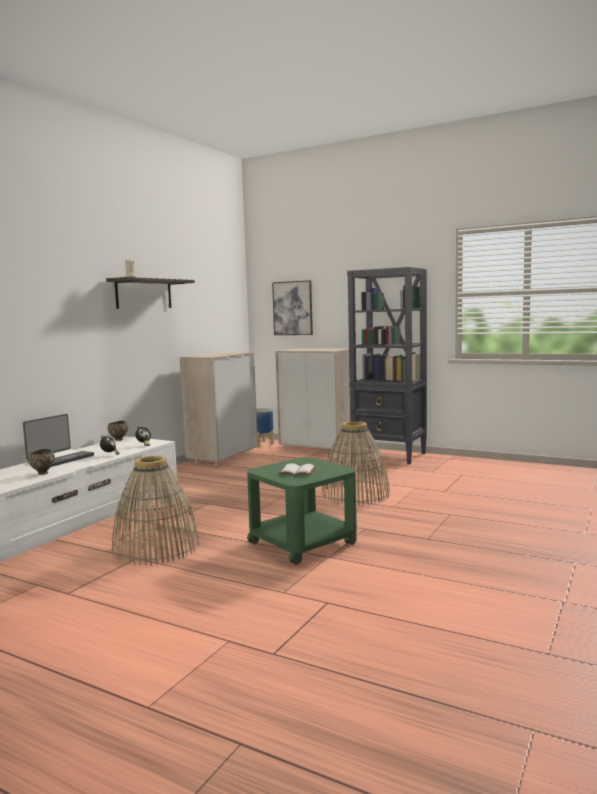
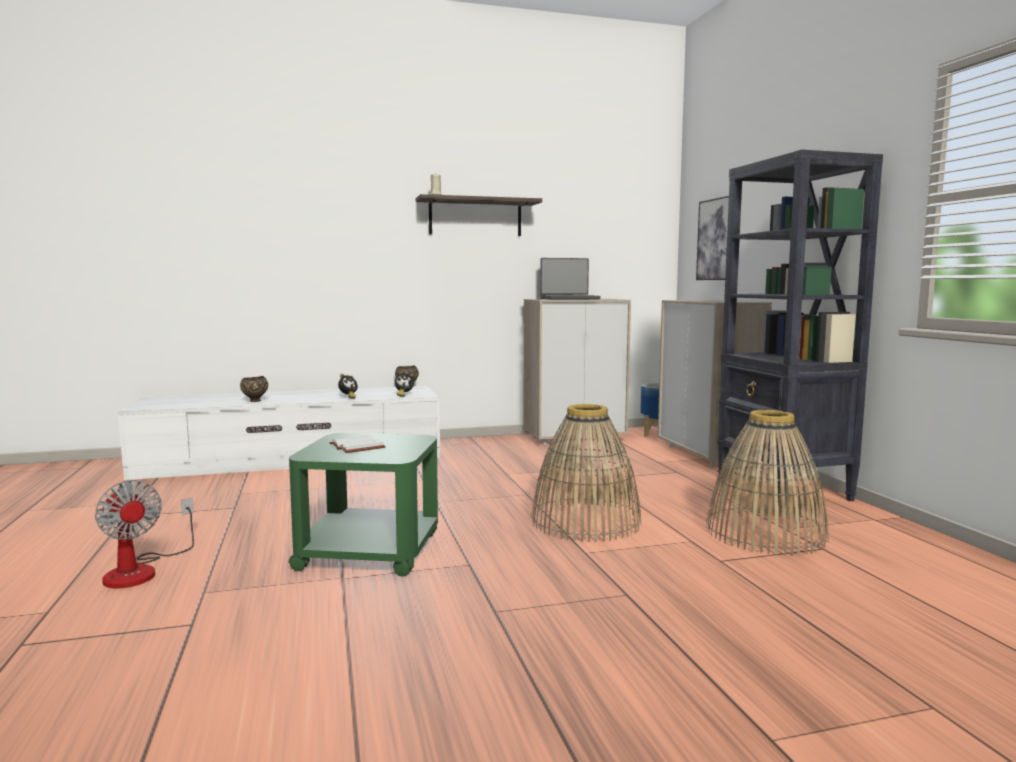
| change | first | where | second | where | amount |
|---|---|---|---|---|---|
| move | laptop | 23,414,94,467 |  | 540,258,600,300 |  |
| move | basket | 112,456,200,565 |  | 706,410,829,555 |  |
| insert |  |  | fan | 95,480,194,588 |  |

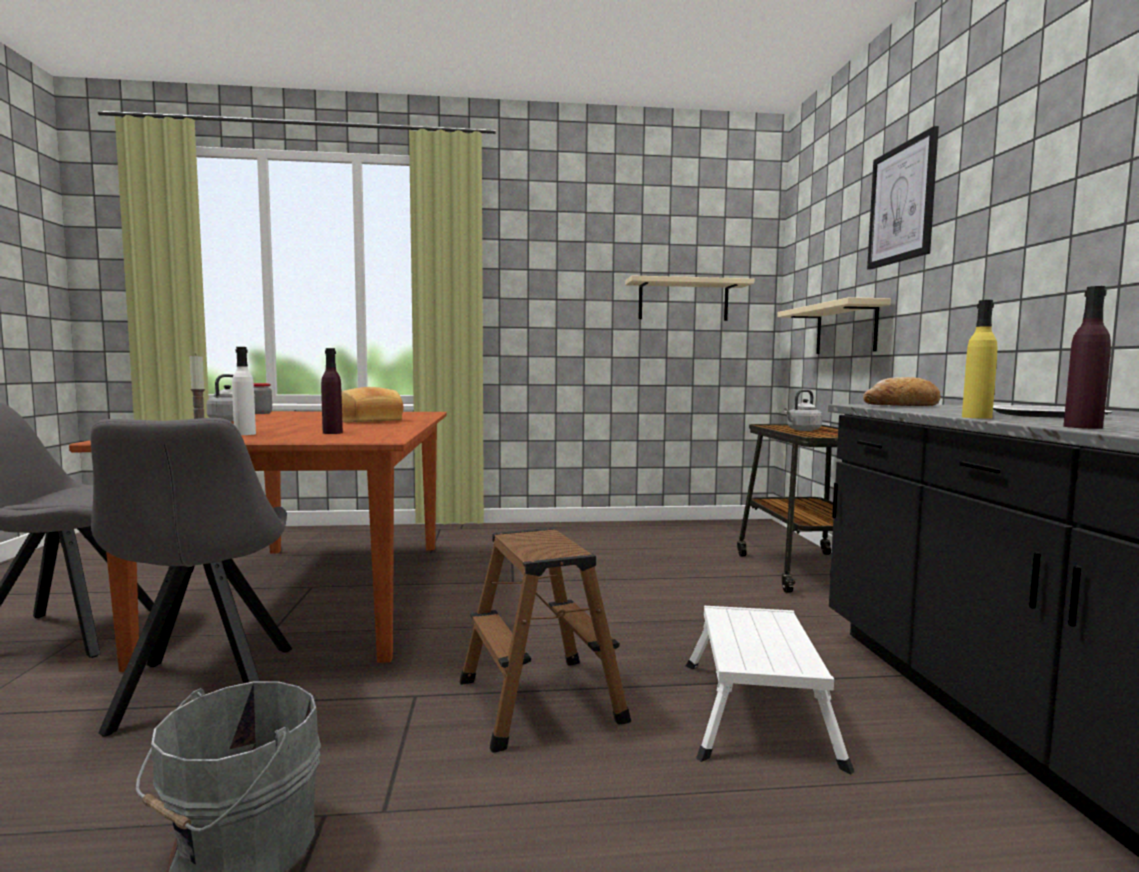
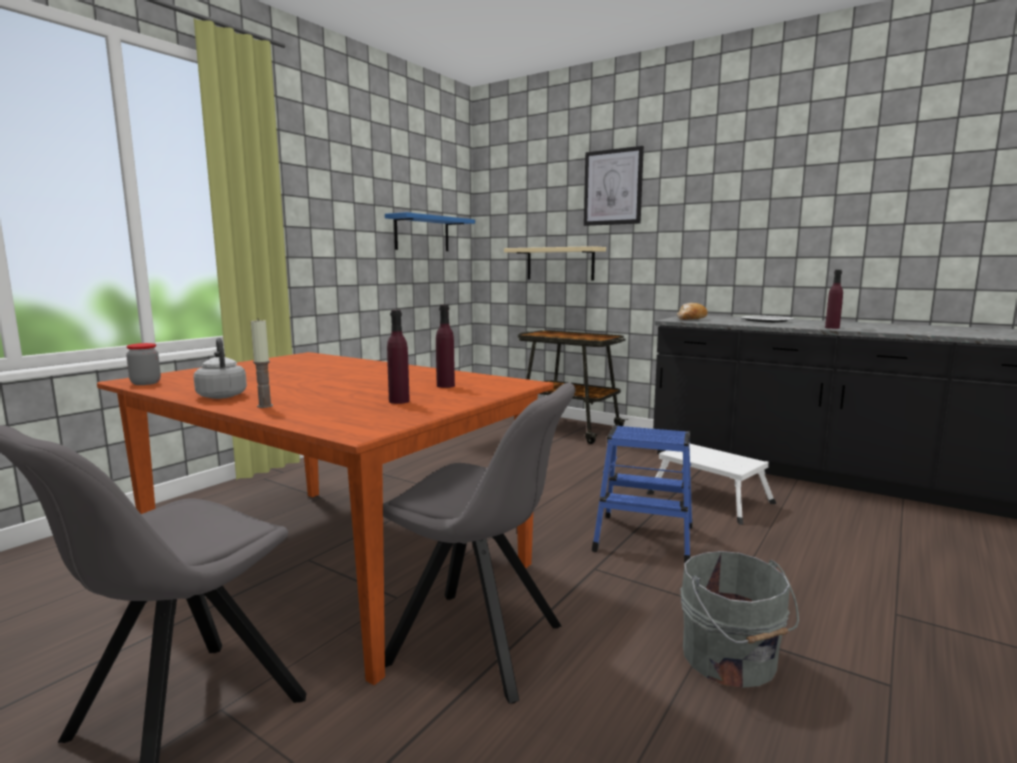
| change | first | where | second | where | amount |
|---|---|---|---|---|---|
| recolor | bottle (white) | 232,347,256,435 | bottle (purple) | 387,310,410,404 |  |
| delete | bread | 342,387,404,423 |  |  |  |
| recolor | step ladder (brown) | 459,528,631,753 | step ladder (blue) | 592,425,693,563 |  |
| recolor | shelf (beige) | 625,276,754,321 | shelf (blue) | 385,212,475,251 |  |
| delete | kettle (grey) | 784,390,822,431 |  |  |  |
| delete | bottle (yellow) | 962,300,998,419 |  |  |  |

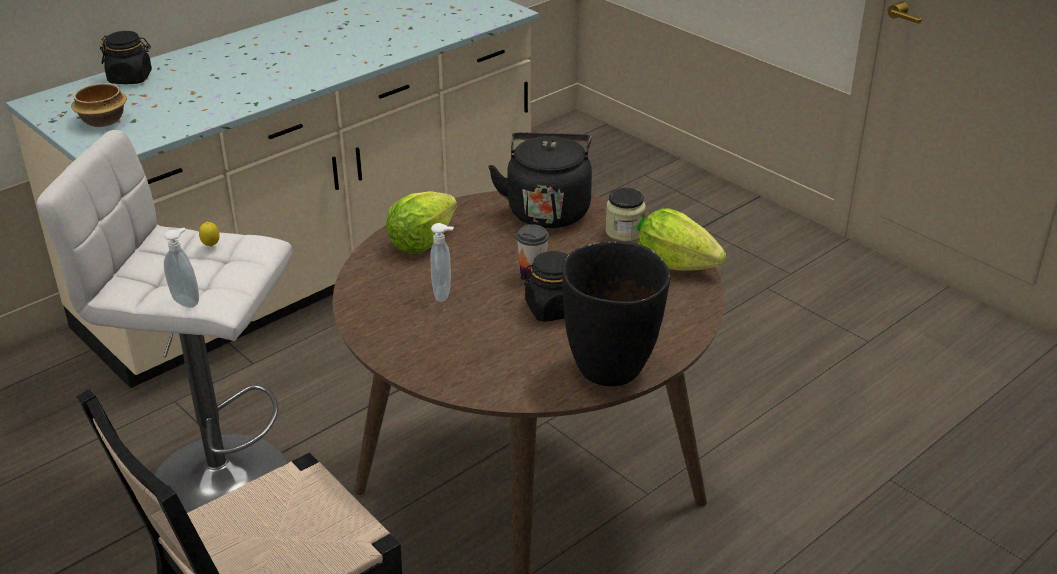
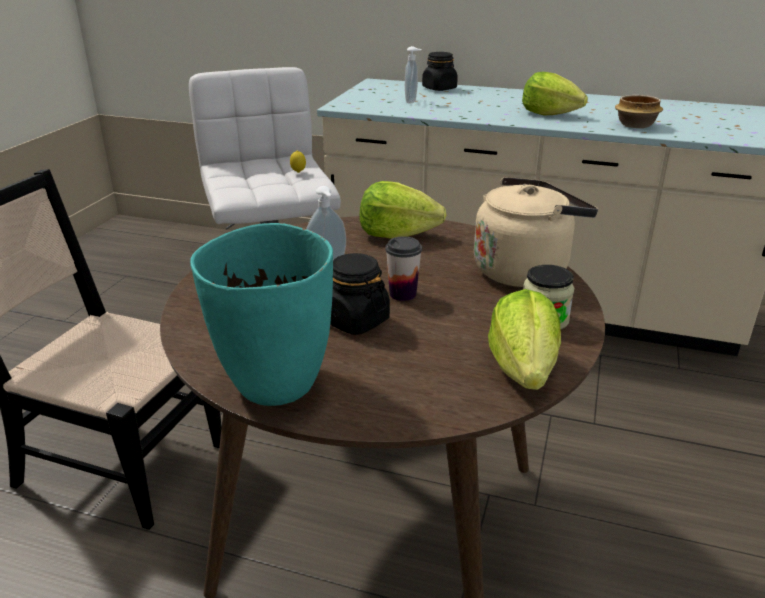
| change | first | where | second | where | amount |
|---|---|---|---|---|---|
| move | bowl | 71,83,127,127 |  | 615,95,663,128 |  |
| move | soap dispenser | 164,227,199,308 |  | 405,46,421,103 |  |
| recolor | kettle (black) | 488,133,592,228 | kettle (beige) | 474,177,598,287 |  |
| recolor | vase (black) | 562,242,671,386 | vase (turquoise) | 190,223,333,406 |  |
| insert |  |  | lettuce | 522,72,588,116 |  |

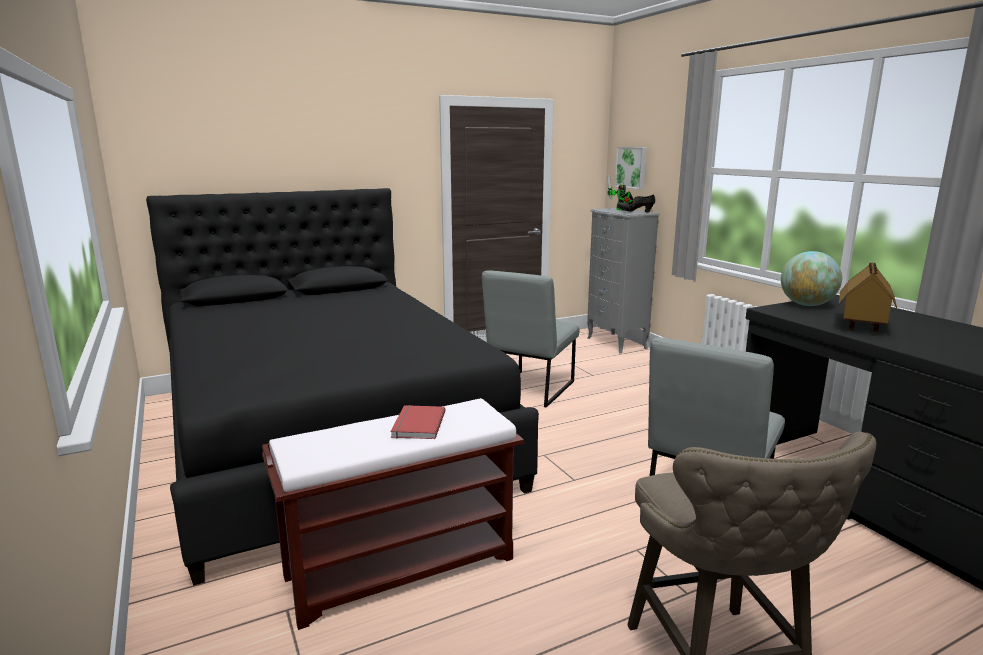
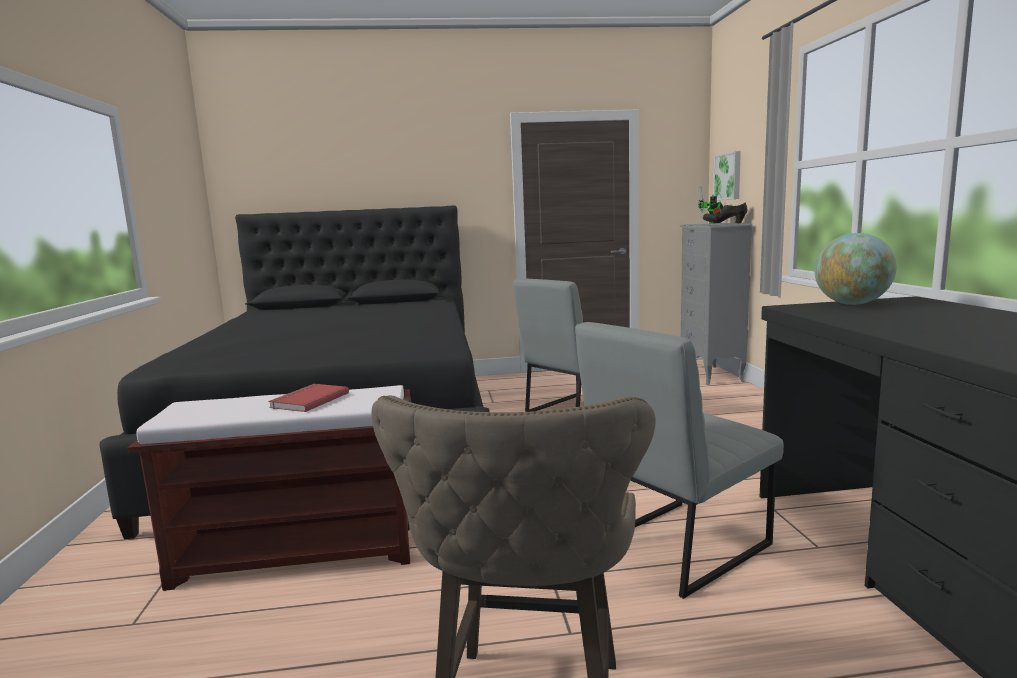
| change | first | where | second | where | amount |
|---|---|---|---|---|---|
| delete | toy house | 839,262,898,333 |  |  |  |

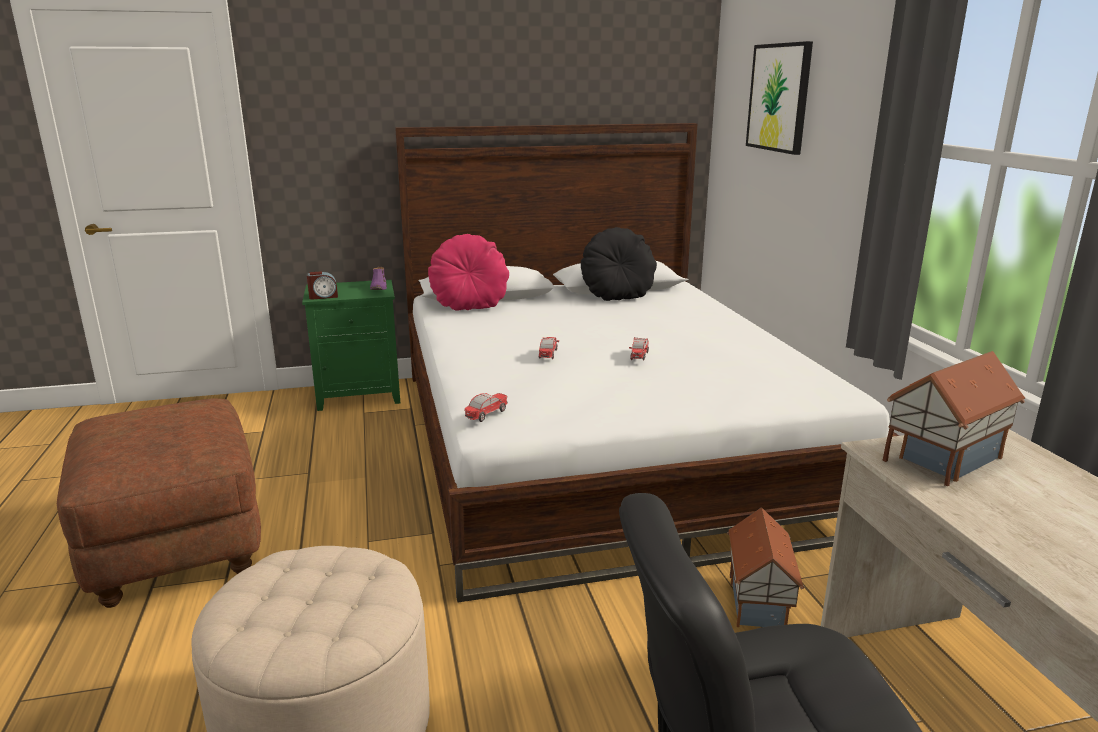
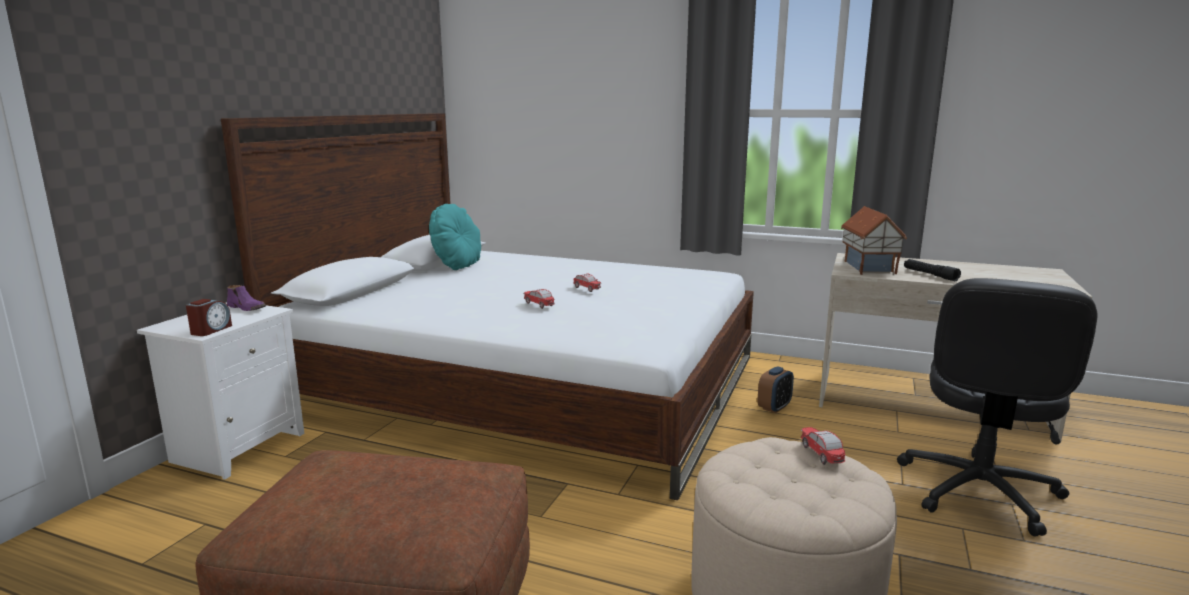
| change | first | where | second | where | amount |
|---|---|---|---|---|---|
| recolor | nightstand (green) | 302,280,400,411 | nightstand (white) | 137,302,305,479 |  |
| delete | pillow (pink) | 428,234,509,311 |  |  |  |
| move | toy car | 464,393,508,422 |  | 801,427,846,465 |  |
| recolor | pillow (black) | 581,227,657,301 | pillow (turquoise) | 429,204,481,270 |  |
| replace | toy house | 727,507,805,627 | alarm clock | 757,366,794,413 |  |
| delete | picture | 746,41,813,155 |  |  |  |
| insert |  |  | flashlight (black) | 904,259,961,281 |  |

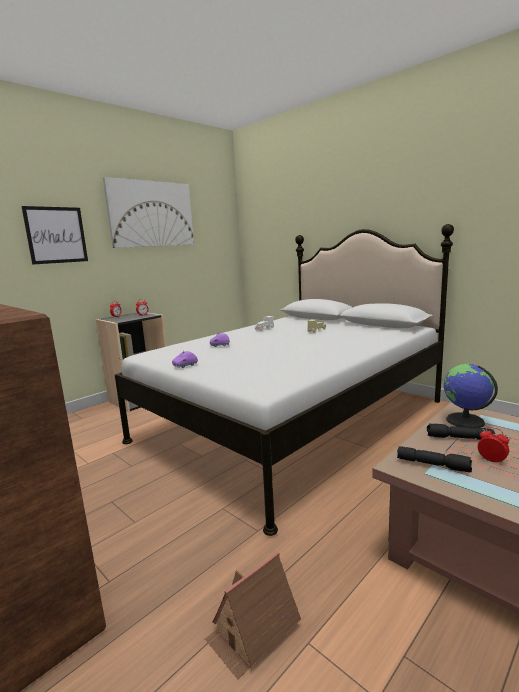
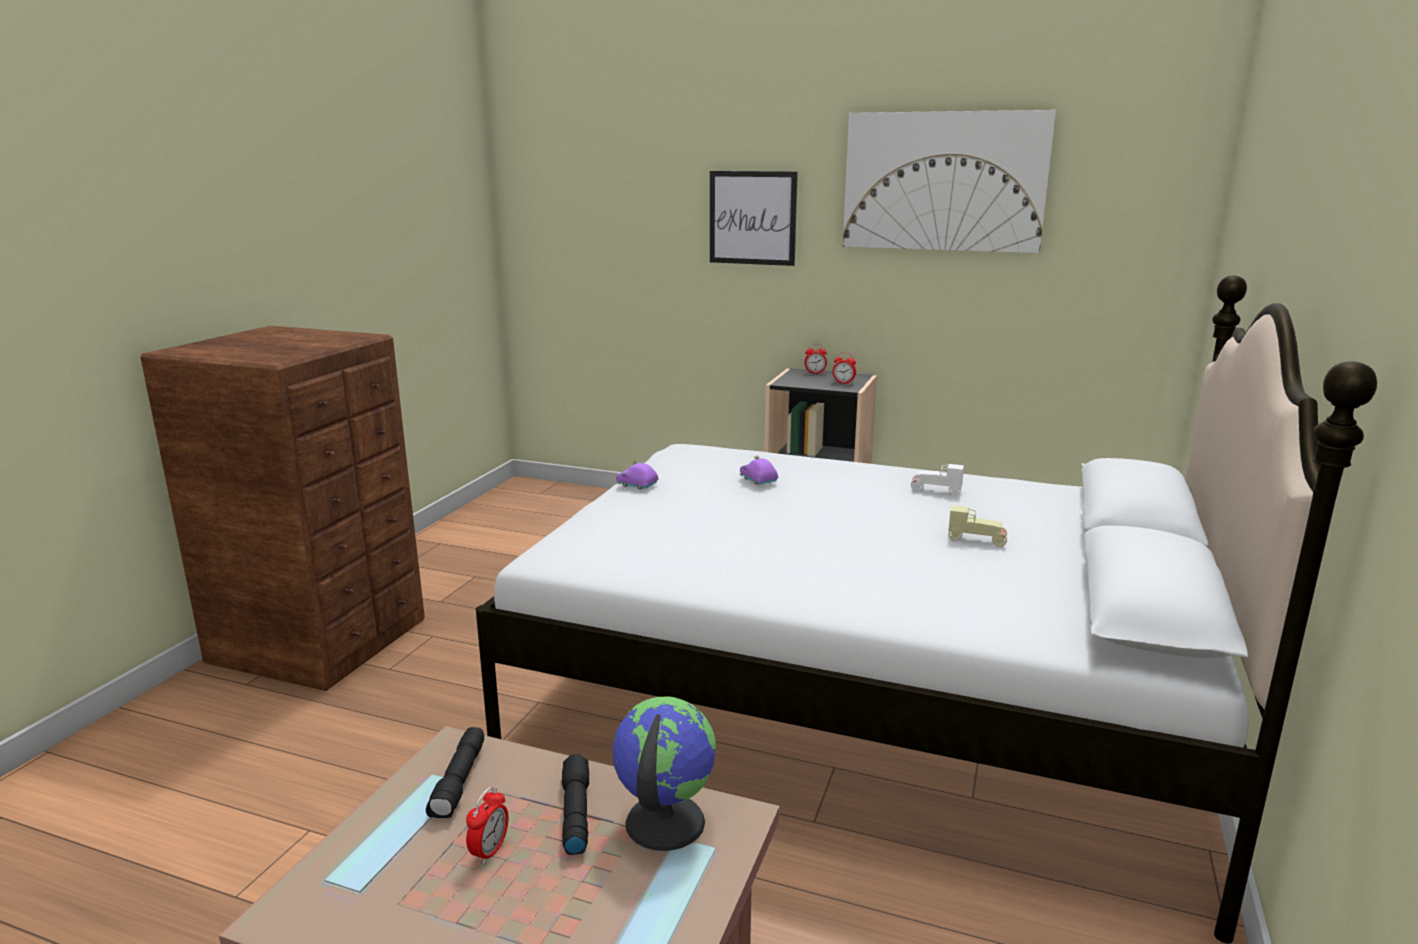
| change | first | where | second | where | amount |
|---|---|---|---|---|---|
| delete | toy house | 205,552,301,679 |  |  |  |

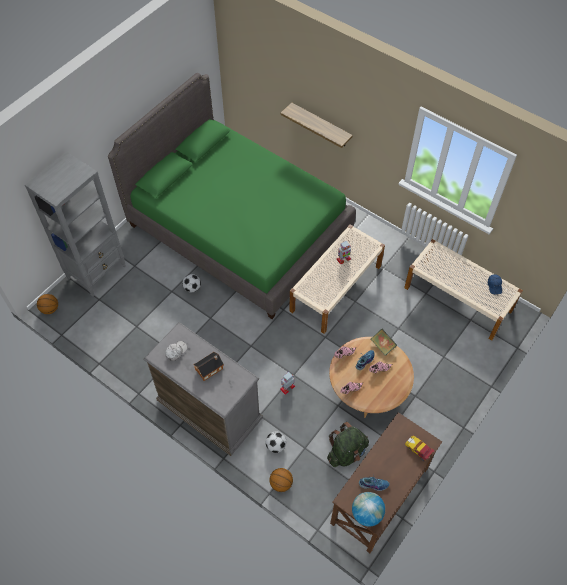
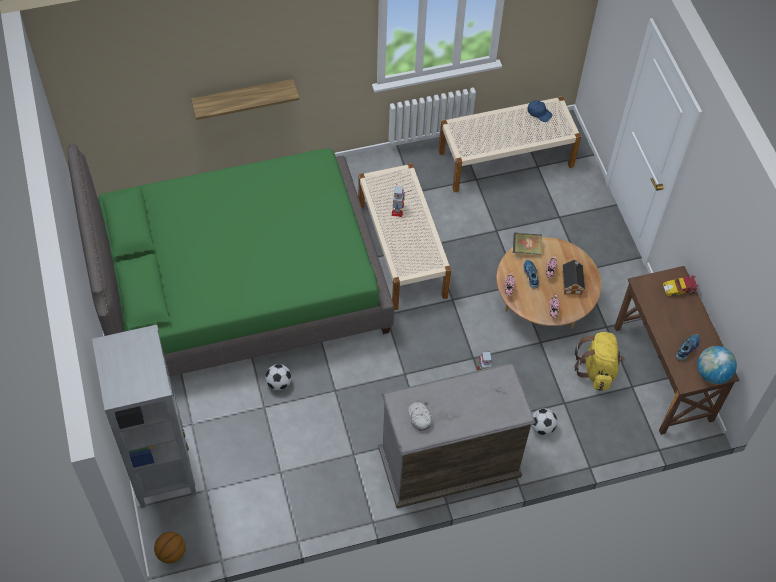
| change | first | where | second | where | amount |
|---|---|---|---|---|---|
| move | toy house | 194,352,224,381 |  | 562,260,585,295 |  |
| delete | basketball | 269,468,293,492 |  |  |  |
| recolor | backpack (green) | 327,422,369,467 | backpack (yellow) | 575,332,625,391 |  |

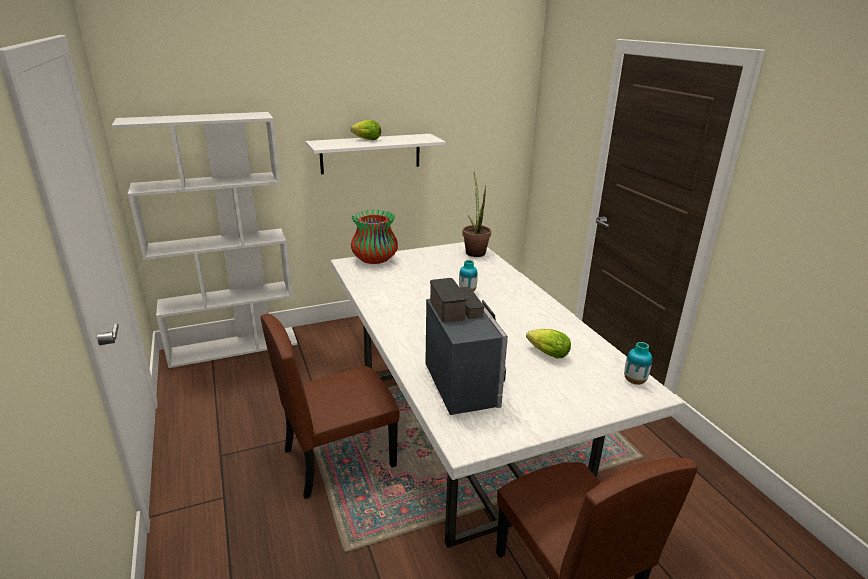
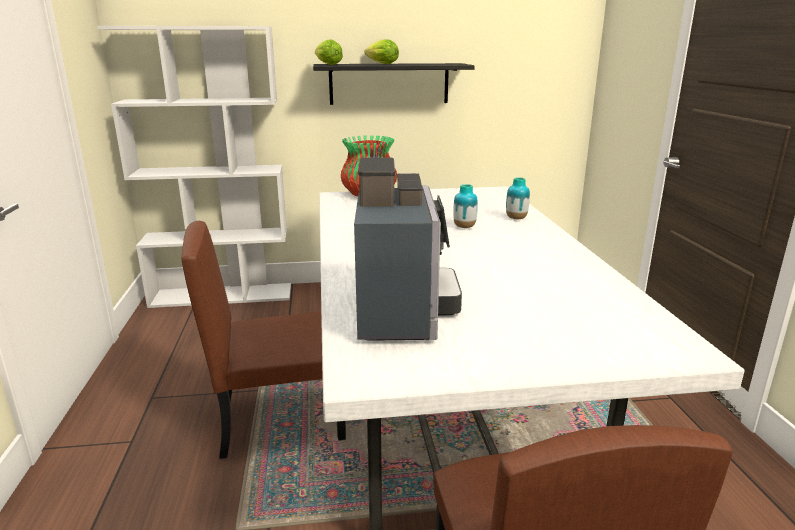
| change | first | where | second | where | amount |
|---|---|---|---|---|---|
| recolor | shelf (white) | 306,134,446,174 | shelf (black) | 313,63,475,105 |  |
| delete | potted plant | 462,172,491,257 |  |  |  |
| move | lettuce | 526,329,571,358 |  | 315,40,343,65 |  |
| move | vase | 624,342,652,385 |  | 506,177,530,219 |  |

